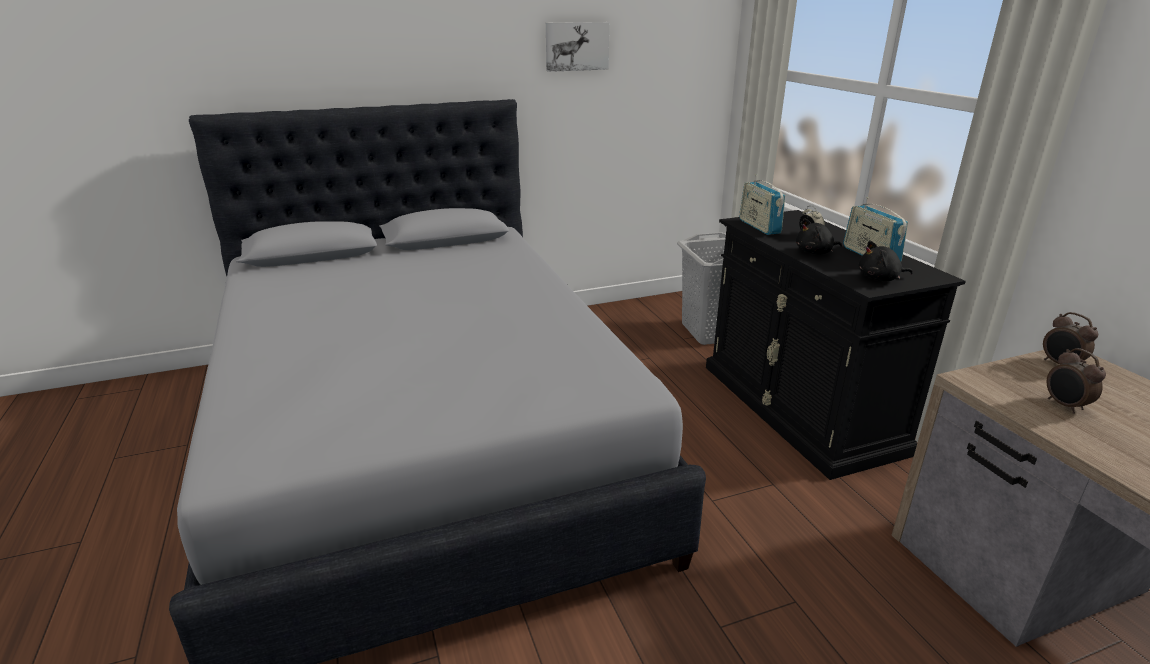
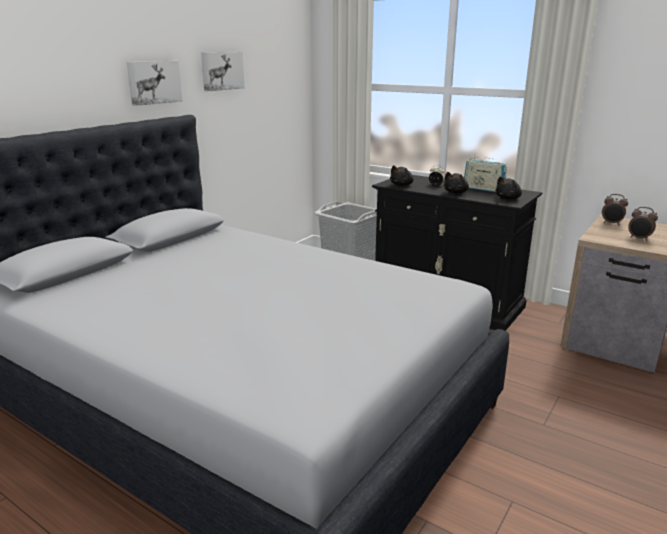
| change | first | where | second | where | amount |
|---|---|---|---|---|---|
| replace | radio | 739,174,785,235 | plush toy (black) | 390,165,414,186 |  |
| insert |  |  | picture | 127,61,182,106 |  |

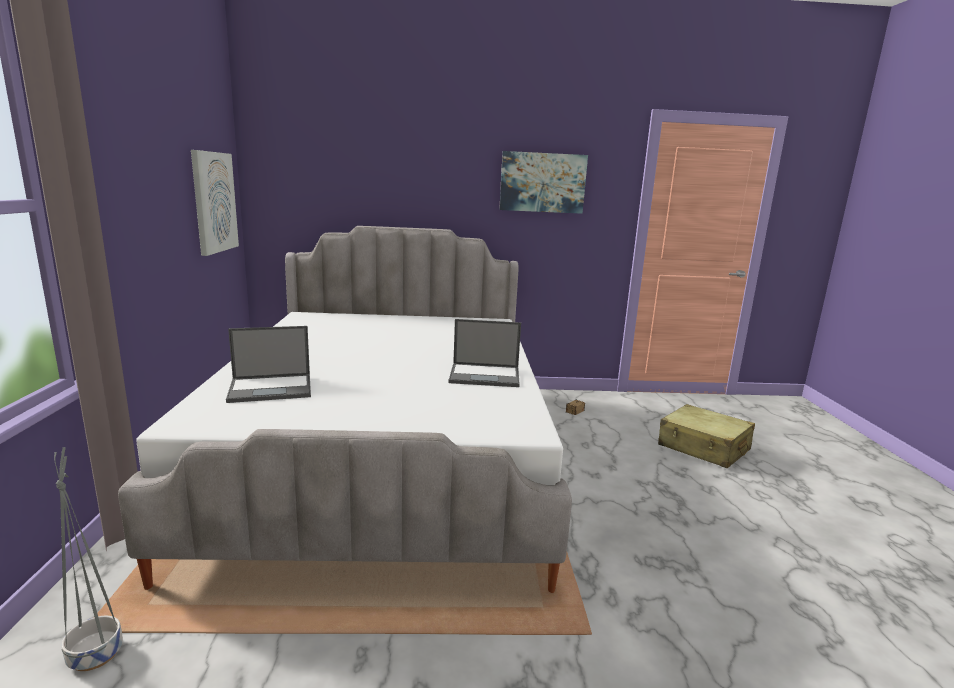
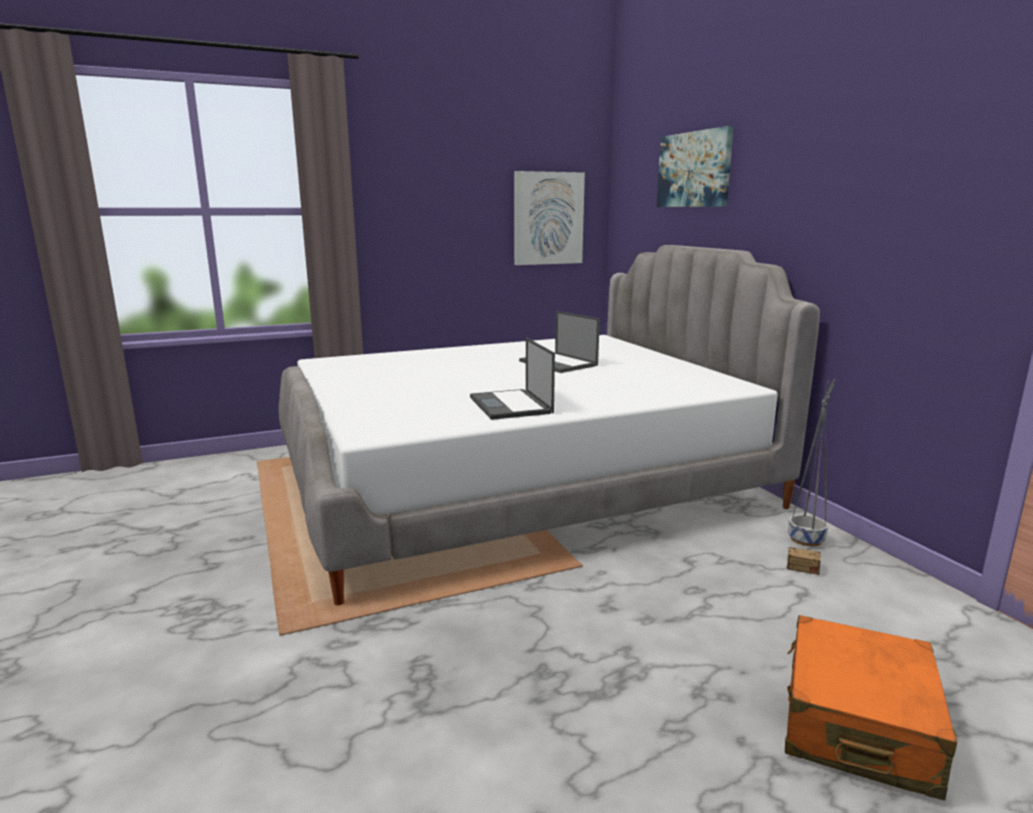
| change | first | where | second | where | amount |
|---|---|---|---|---|---|
| move | planter (grey) | 54,447,123,671 |  | 788,379,836,546 |  |
| move | laptop | 226,326,311,403 |  | 519,311,600,373 |  |
| move | picture | 499,151,588,214 |  | 657,126,734,207 |  |
| recolor | suitcase (beige) | 658,404,755,468 | suitcase (orange) | 785,615,957,801 |  |

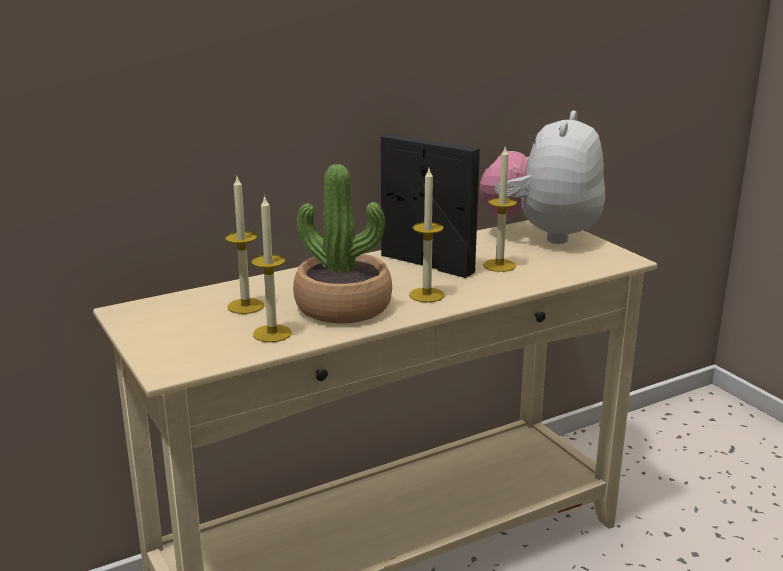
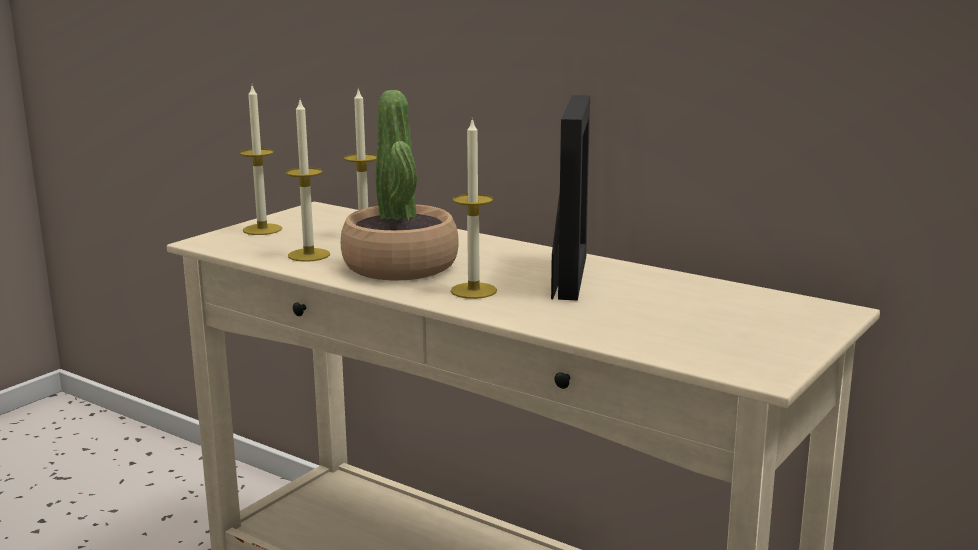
| change | first | where | second | where | amount |
|---|---|---|---|---|---|
| delete | plush toy | 480,110,605,244 |  |  |  |
| move | candle | 483,145,517,272 |  | 240,86,282,235 |  |

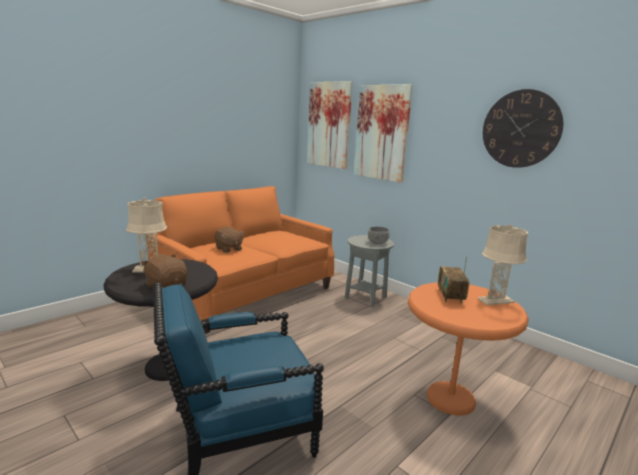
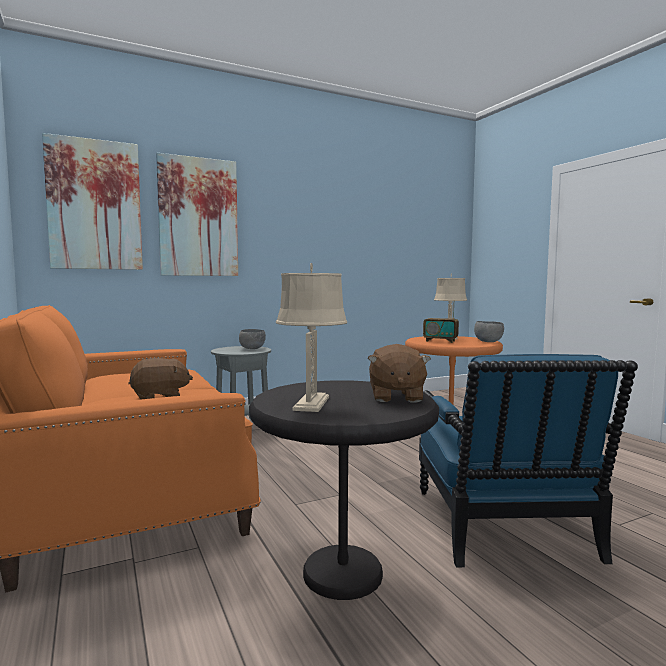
| change | first | where | second | where | amount |
|---|---|---|---|---|---|
| rotate | plush toy (brown) | 141,254,187,288 |  | 368,344,431,402 | 60 degrees counterclockwise |
| delete | wall clock | 483,89,563,168 |  |  |  |
| insert |  |  | bowl (grey) | 474,321,504,342 |  |

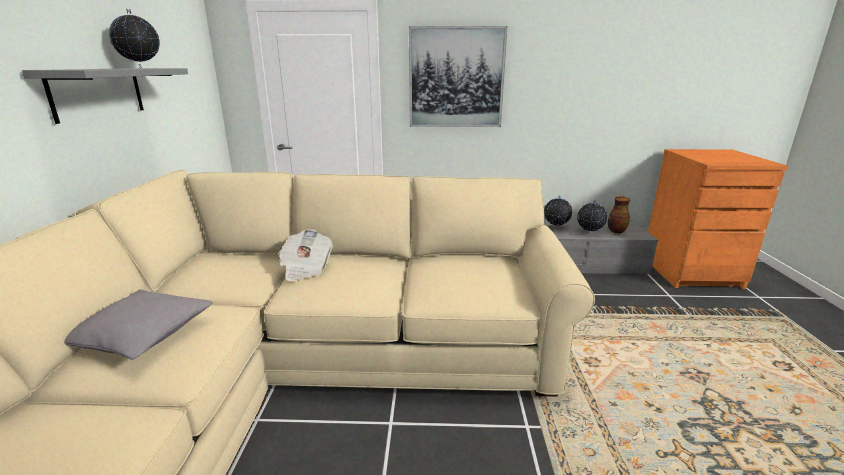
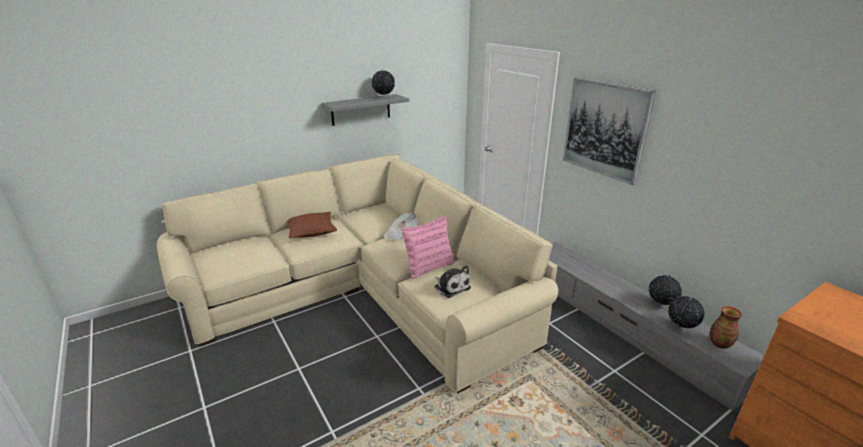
| change | first | where | second | where | amount |
|---|---|---|---|---|---|
| recolor | pillow (grey) | 64,289,213,360 | pillow (brown) | 287,212,337,238 |  |
| insert |  |  | pillow (pink) | 401,216,455,279 |  |
| insert |  |  | plush toy | 435,266,471,298 |  |

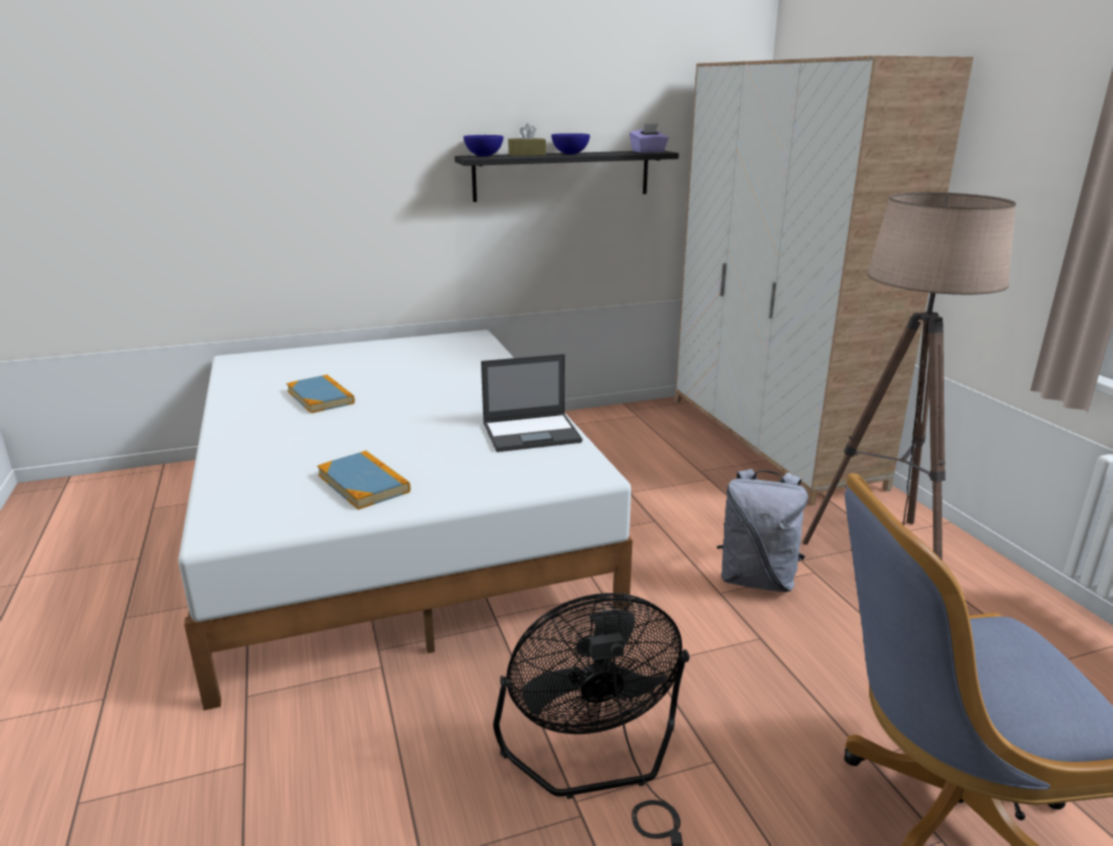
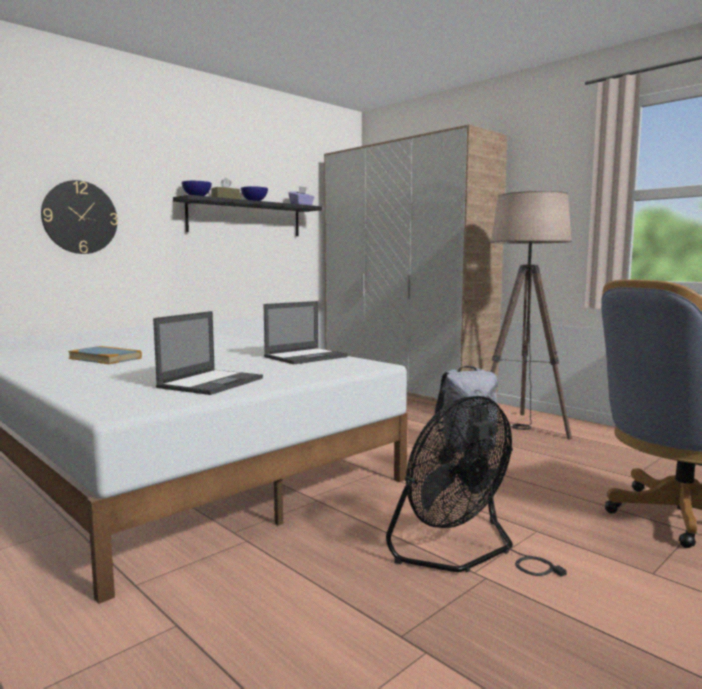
| change | first | where | second | where | amount |
|---|---|---|---|---|---|
| replace | book | 317,451,410,510 | laptop | 153,311,263,395 |  |
| insert |  |  | wall clock | 41,180,118,254 |  |

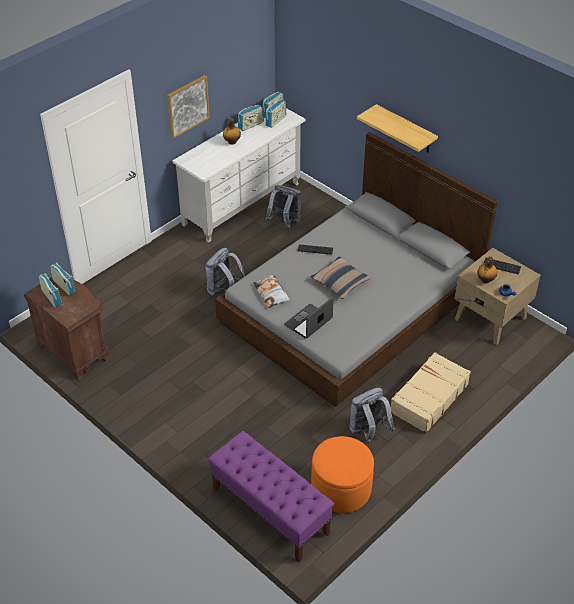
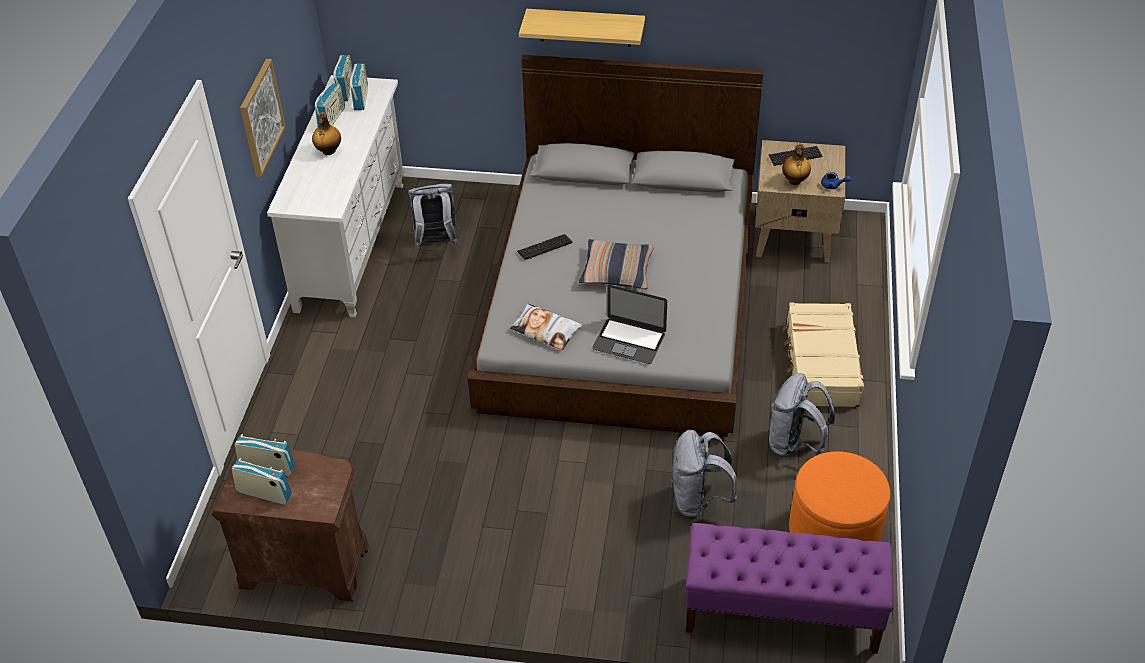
| change | first | where | second | where | amount |
|---|---|---|---|---|---|
| move | backpack (grey) | 205,248,245,297 |  | 671,430,737,518 |  |
| rotate | laptop | 284,297,334,339 |  | 592,285,667,364 | 75 degrees counterclockwise |

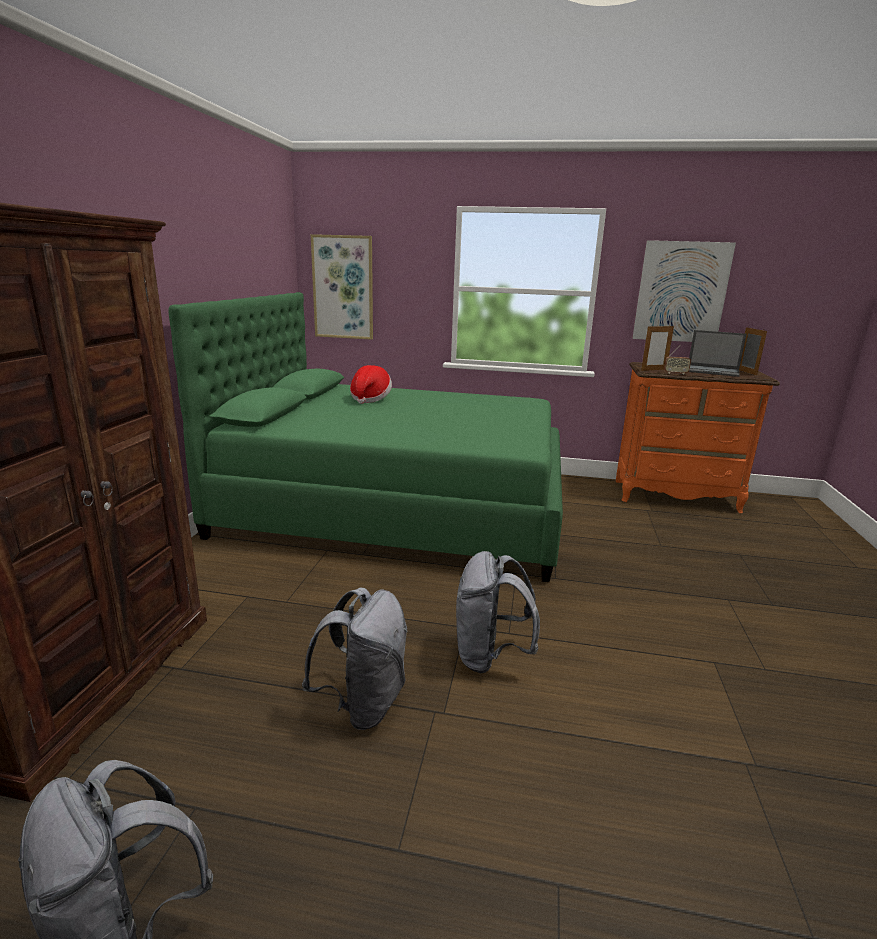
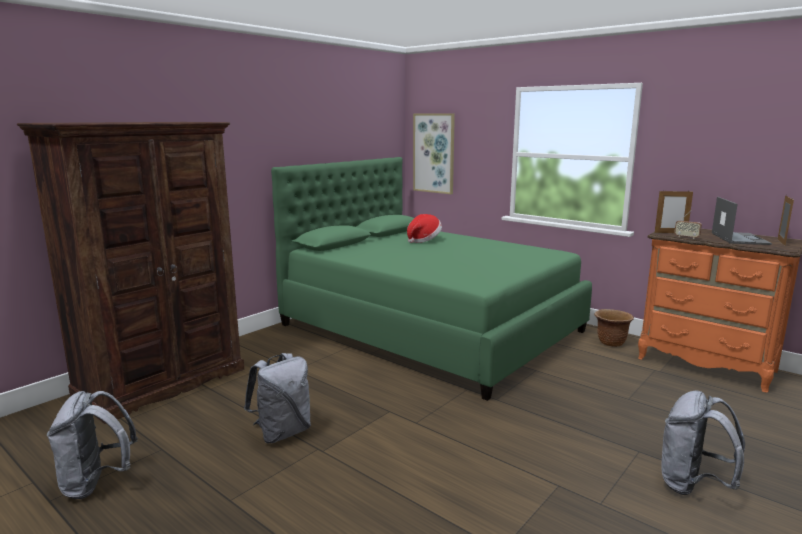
| change | first | where | second | where | amount |
|---|---|---|---|---|---|
| move | backpack (grey) | 456,551,540,673 |  | 662,391,745,495 |  |
| delete | picture | 632,240,736,342 |  |  |  |
| rotate | laptop | 689,330,747,377 |  | 712,197,772,245 | 135 degrees counterclockwise |
| insert |  |  | planter (brown) | 594,309,634,347 |  |

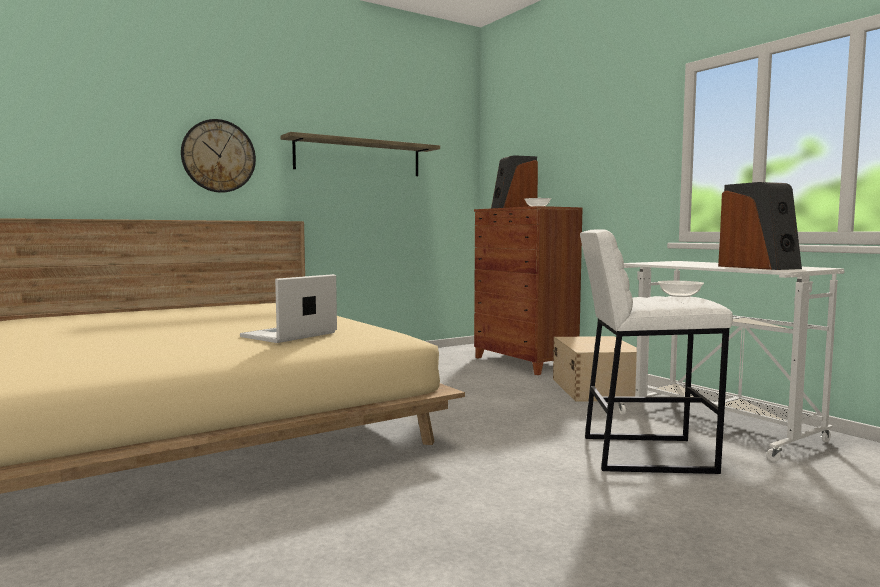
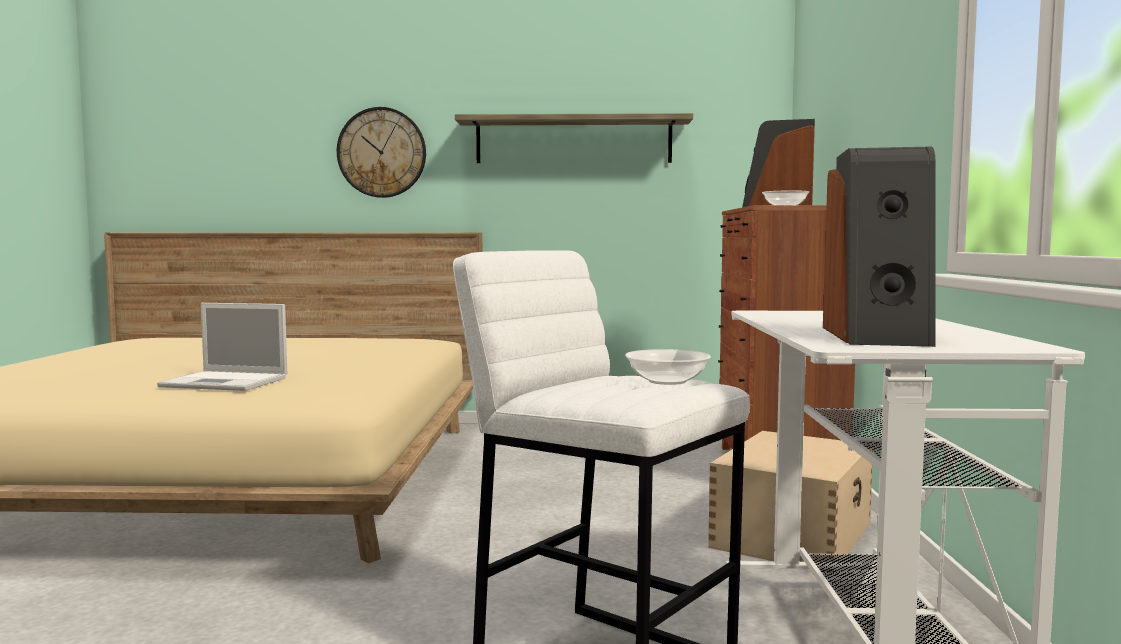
| change | first | where | second | where | amount |
|---|---|---|---|---|---|
| rotate | laptop | 240,274,337,343 |  | 157,303,287,391 | 150 degrees counterclockwise |

